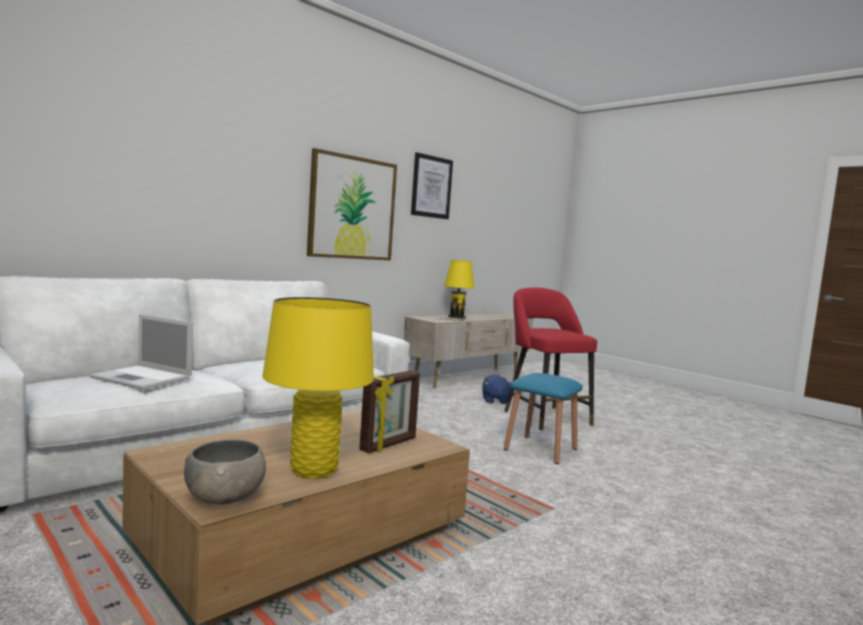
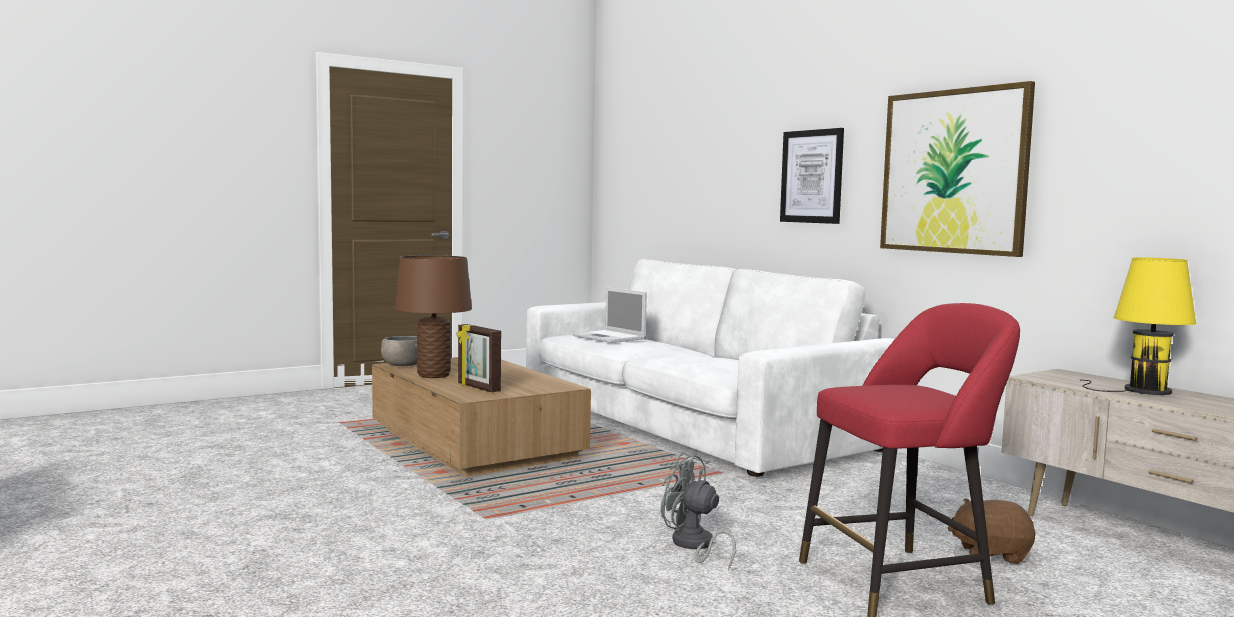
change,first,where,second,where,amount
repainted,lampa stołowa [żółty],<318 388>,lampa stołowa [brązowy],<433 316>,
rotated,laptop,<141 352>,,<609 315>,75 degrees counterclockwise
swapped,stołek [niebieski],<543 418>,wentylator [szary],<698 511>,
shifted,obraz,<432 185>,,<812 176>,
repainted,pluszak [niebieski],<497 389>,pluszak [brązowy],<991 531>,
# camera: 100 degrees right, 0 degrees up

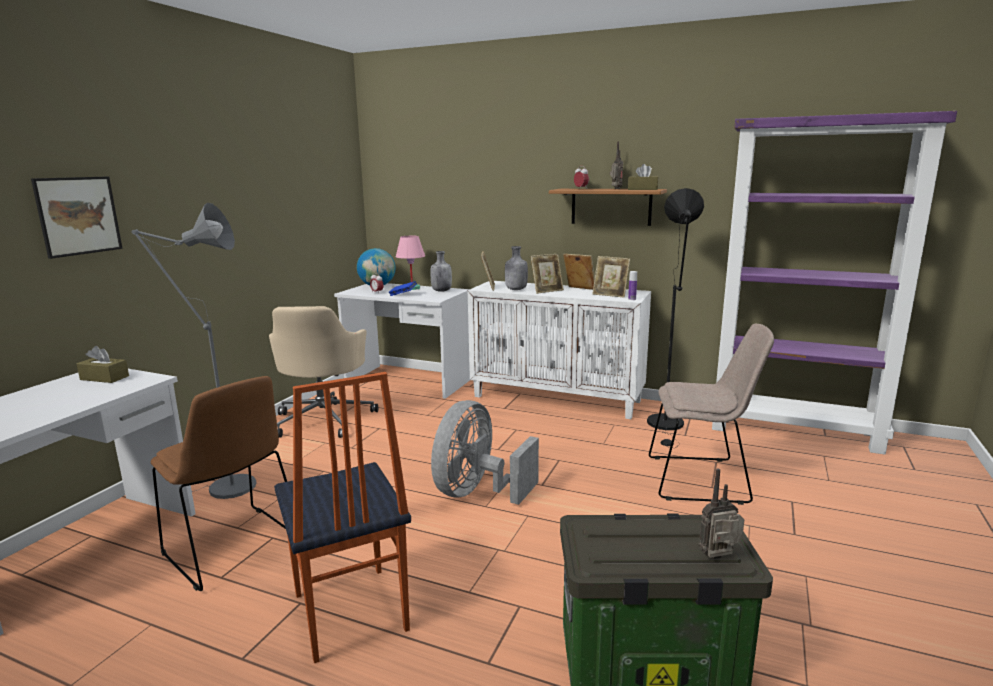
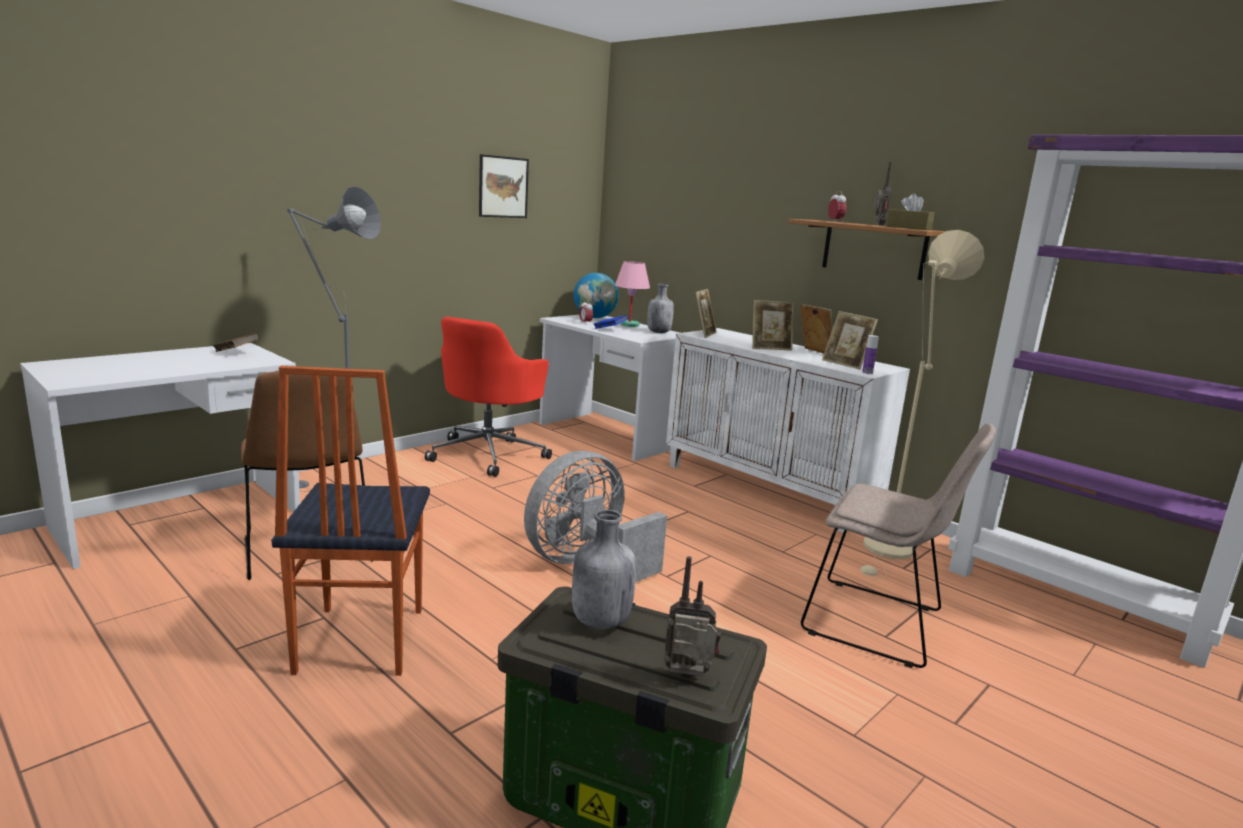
change,first,where,second,where,amount
swapped,pudełko chusteczek [brązowy],<103 364>,książka [brązowy],<236 342>,
repainted,krzesło biurowe [beżowy],<323 372>,krzesło biurowe [czerwony],<488 397>,
shifted,obraz,<76 217>,,<504 186>,
shifted,butelka [szary],<516 268>,,<604 569>,
repainted,lampa stojąca [czarny],<675 318>,lampa stojąca [beżowy],<922 404>,
# camera: 20 degrees right, 0 degrees up

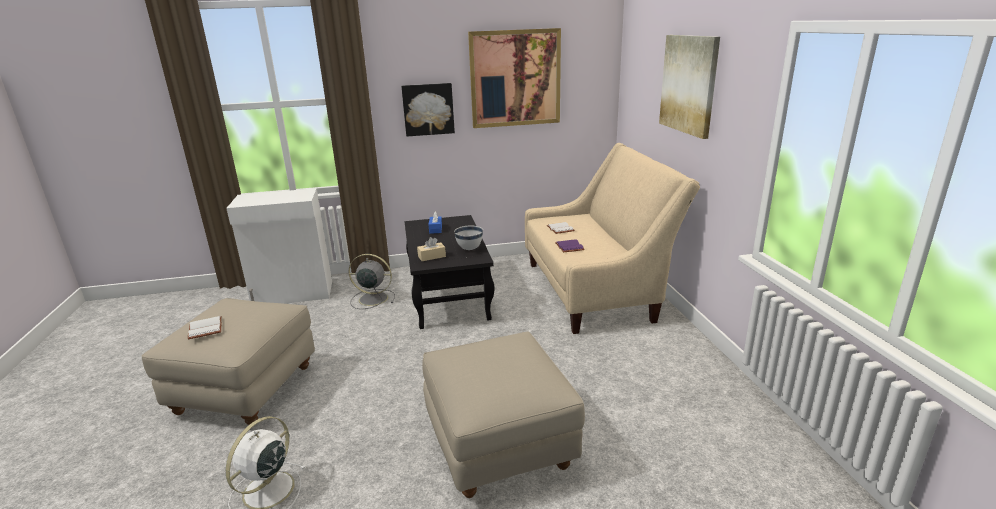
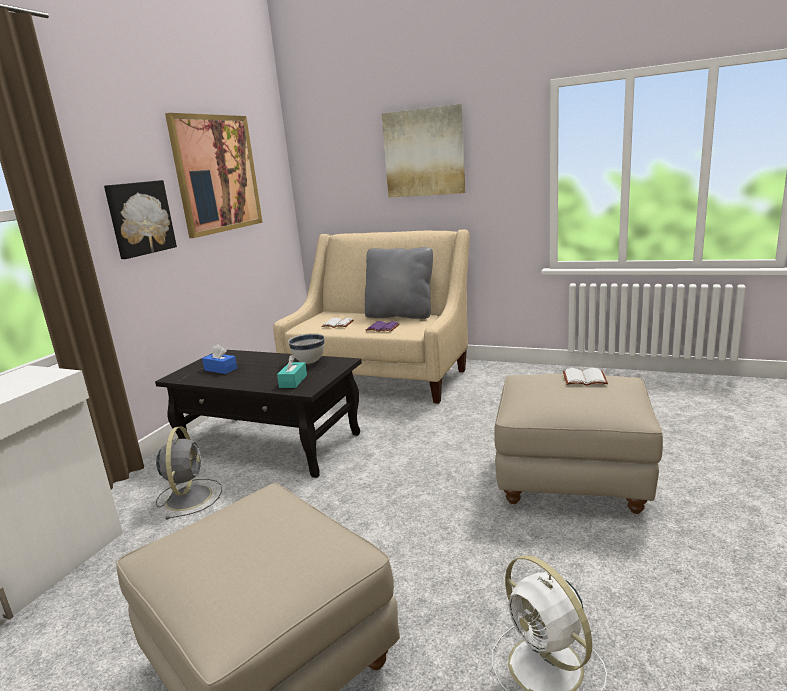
change,first,where,second,where,amount
rotated,wentylator [szary],<372 281>,,<189 473>,135 degrees clockwise
repainted,pudełko chusteczek [beżowy],<431 249>,pudełko chusteczek [turkusowy],<292 371>,
new,,,poduszka [szary],<399 283>,
shifted,książka [biały],<205 328>,,<585 377>,
# camera: 55 degrees left, 5 degrees down

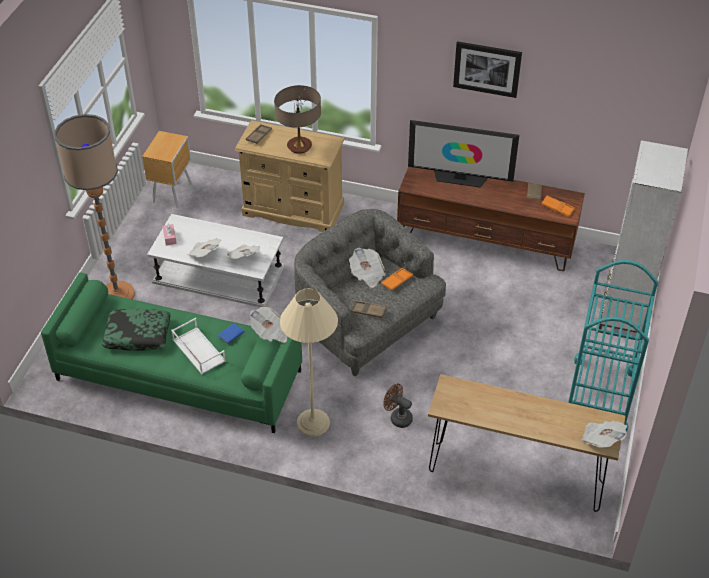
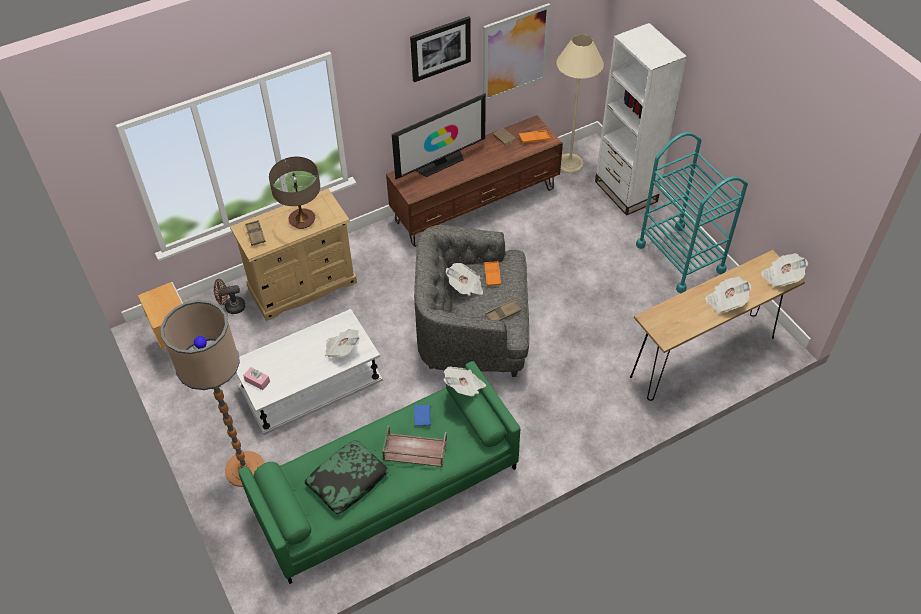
change,first,where,second,where,amount
shifted,wentylator [brązowy],<398 406>,,<229 296>,
repainted,taca [biały],<198 346>,taca [brązowy],<414 446>,
new,,,obraz,<516 52>,
shifted,lampa stojąca [beżowy],<309 362>,,<580 103>,
shifted,gazeta,<205 247>,,<728 295>,
# camera: 45 degrees left, 5 degrees up

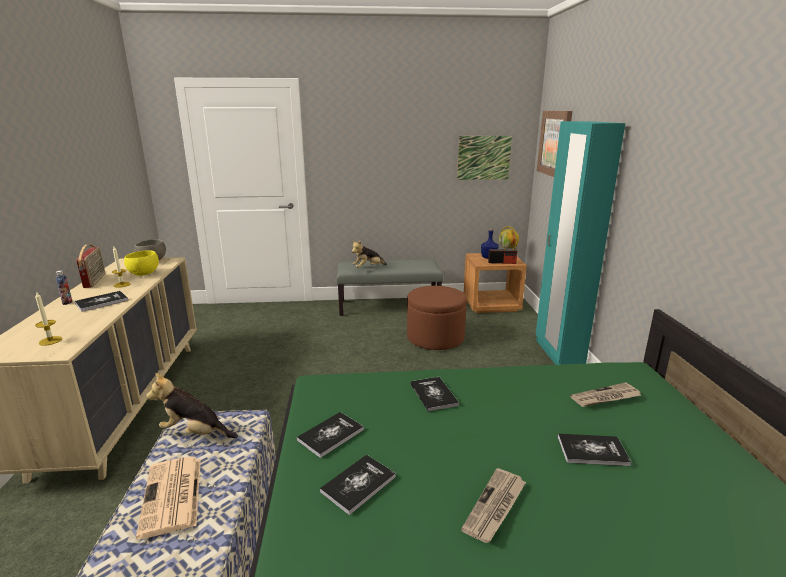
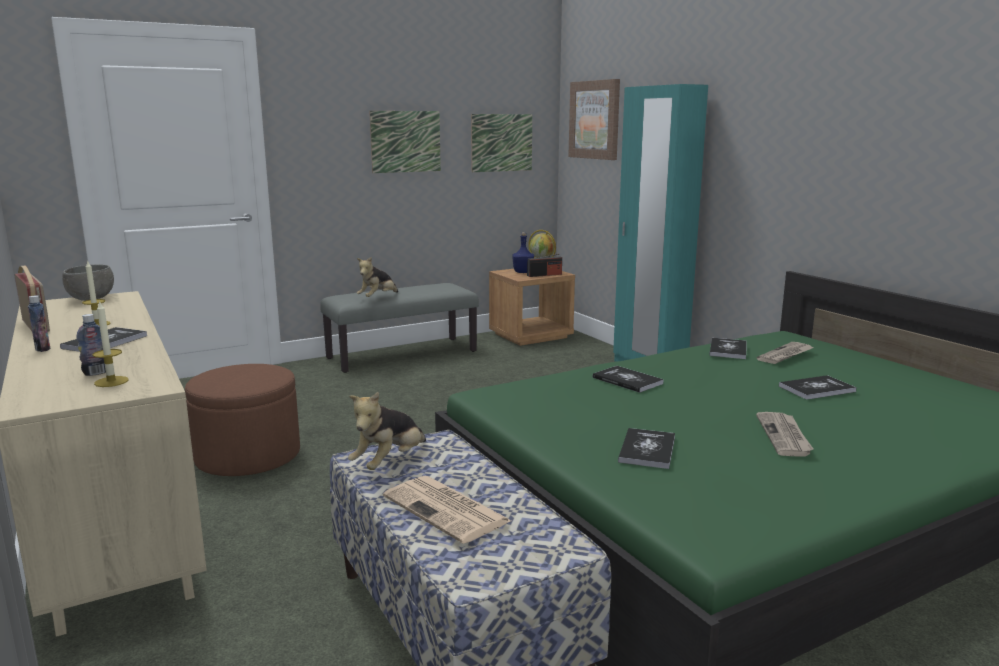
change,first,where,second,where,amount
new,,,butelka,<91 345>,
shifted,pufa [brązowy],<437 318>,,<242 420>,
rotated,pluszak,<192 405>,,<387 431>,45 degrees counterclockwise
new,,,obraz,<405 142>,
shifted,książka,<330 435>,,<727 348>,
gone,miska [żółty],<141 263>,,,
# camera: 25 degrees left, 5 degrees down

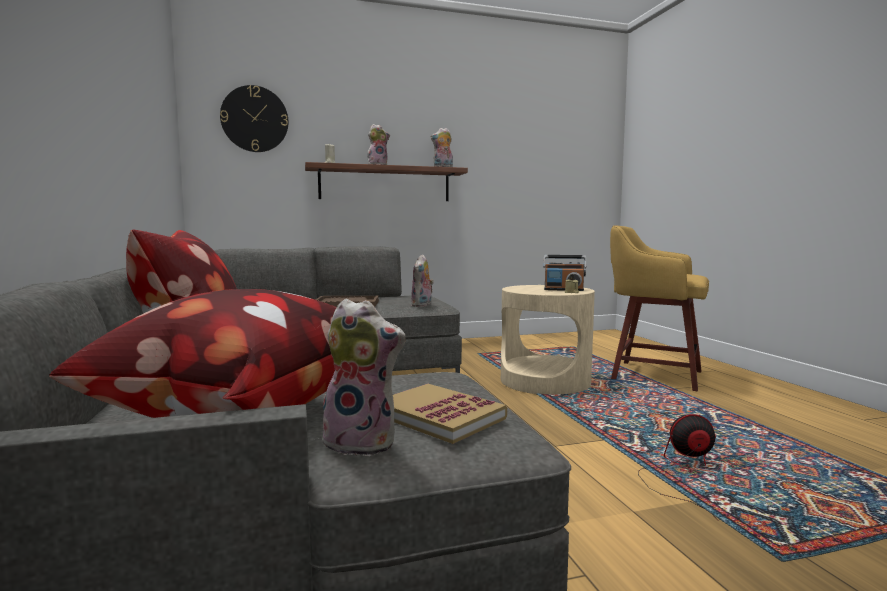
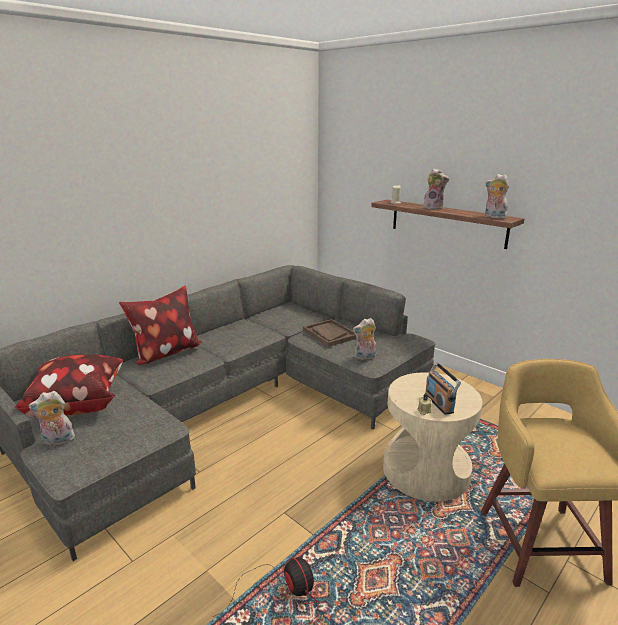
change,first,where,second,where,amount
rotated,pluszak,<359 377>,,<52 418>,90 degrees clockwise
gone,zegar ścienny,<254 118>,,,
gone,książka,<450 414>,,,
# camera: 60 degrees right, 15 degrees up

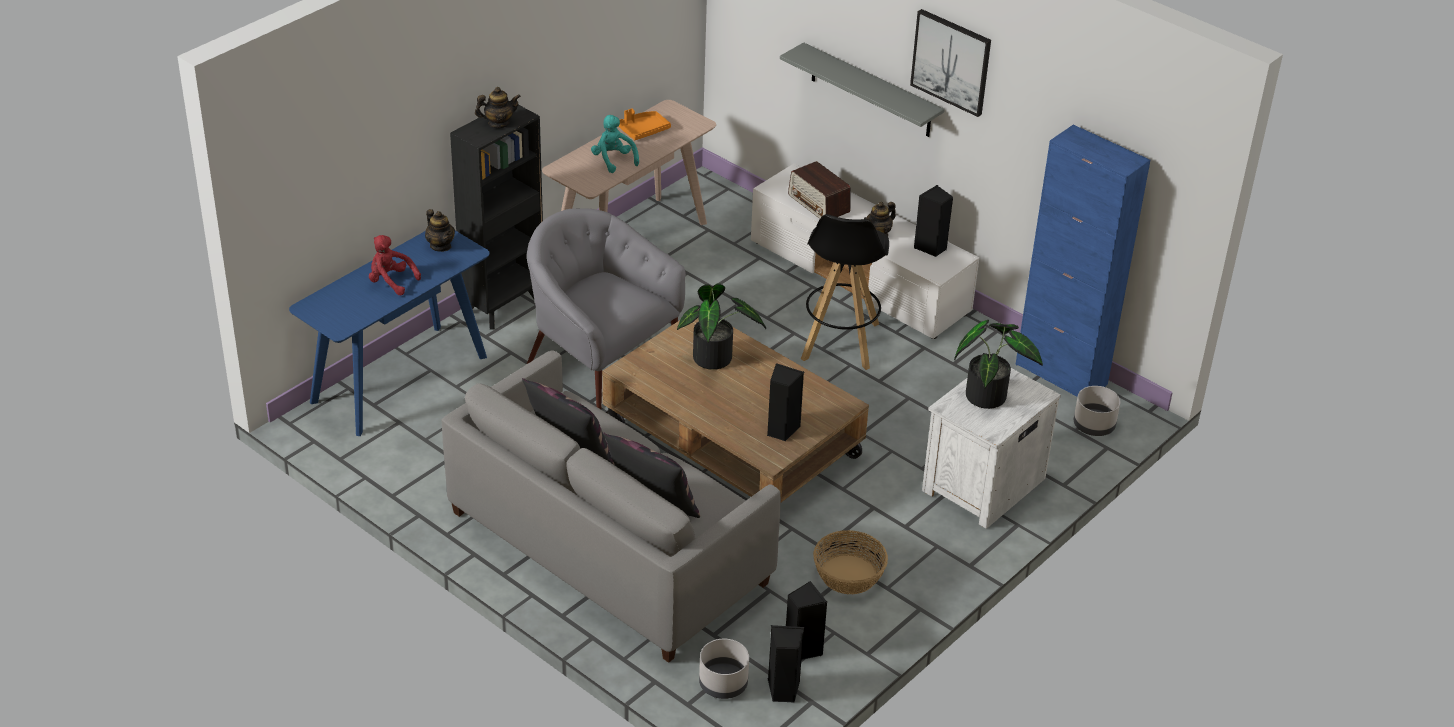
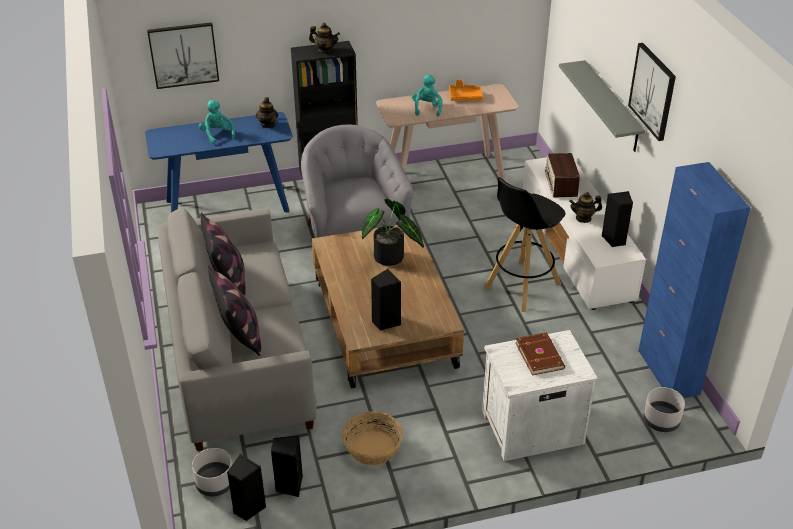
change,first,where,second,where,amount
new,,,obraz,<183 55>,
repainted,pluszak [czerwony],<395 265>,pluszak [turkusowy],<217 122>,
swapped,roślina doniczkowa,<998 364>,książka [brązowy],<540 353>,
# camera: 35 degrees right, 0 degrees up

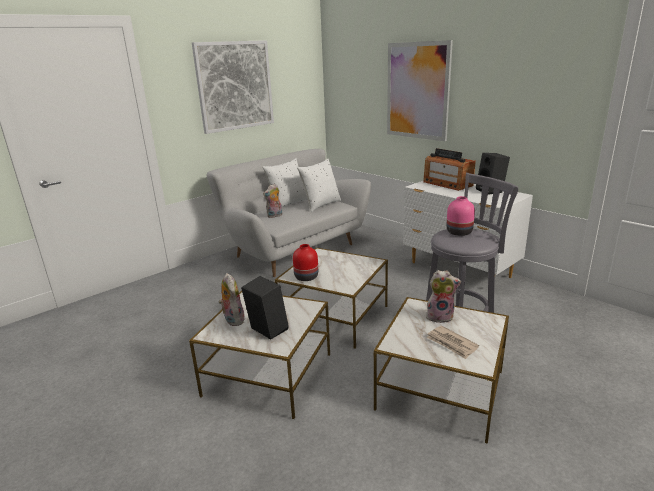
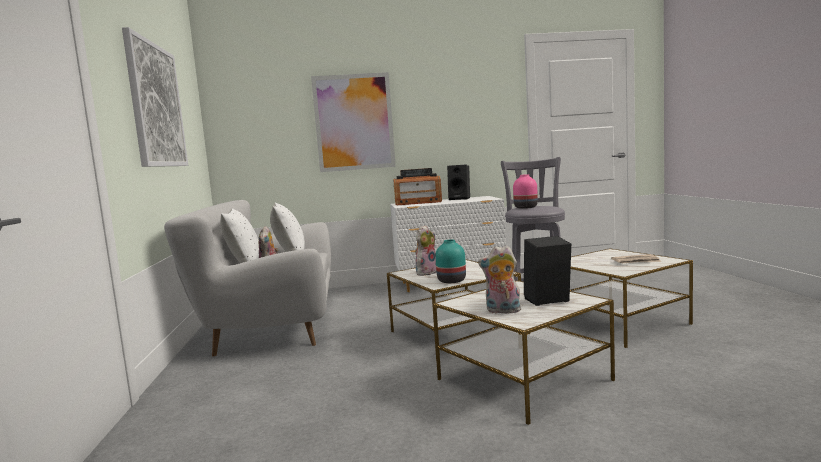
change,first,where,second,where,amount
shifted,pluszak,<443 296>,,<426 250>,
repainted,wazon [czerwony],<305 262>,wazon [turkusowy],<450 261>,
# camera: 55 degrees left, 15 degrees down

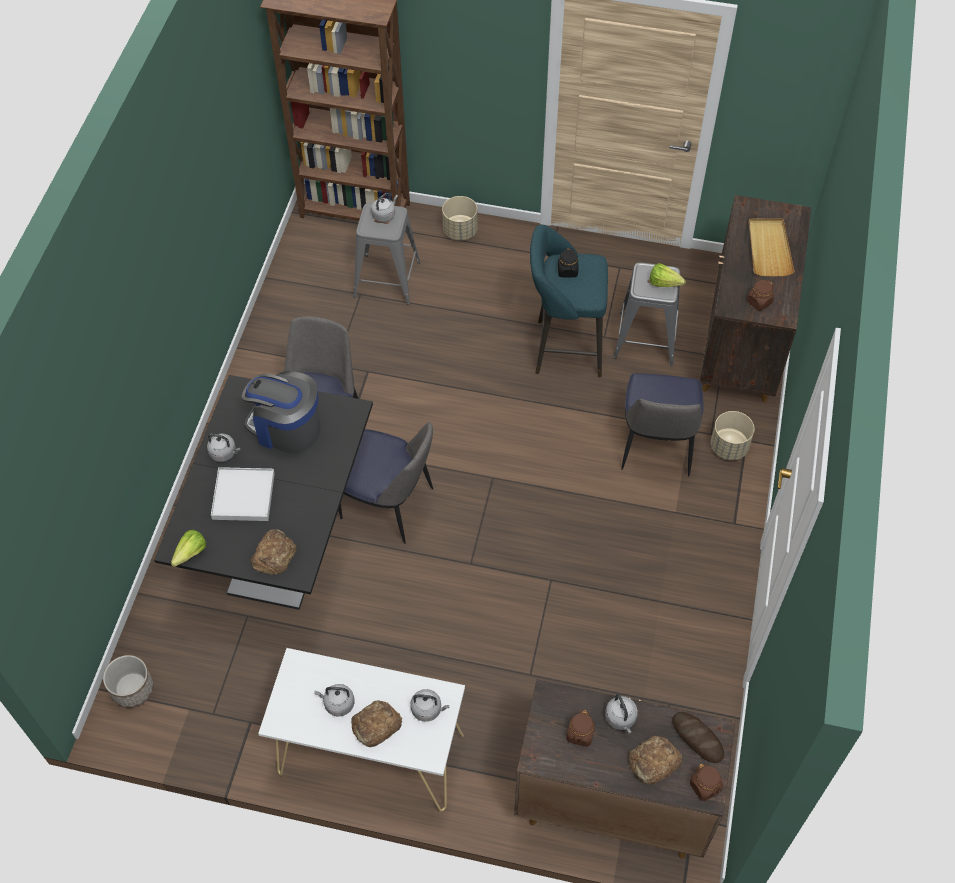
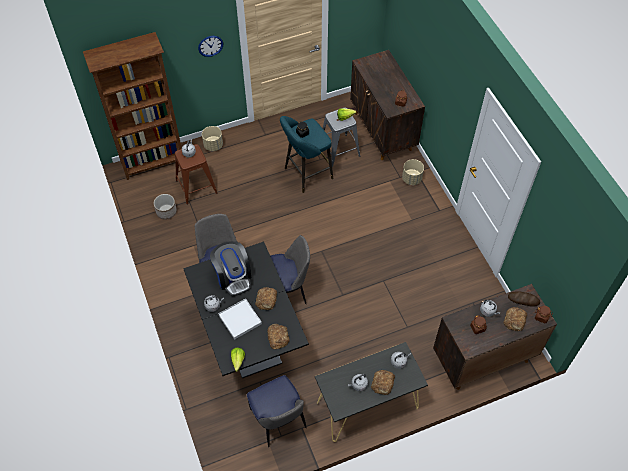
change,first,where,second,where,amount
shifted,donica,<128 681>,,<165 207>,
repainted,stołek [szary],<386 254>,stołek [brązowy],<196 174>,
new,,,zegar ścienny,<210 46>,
rotated,ekspres do kawy,<281 412>,,<230 268>,105 degrees counterclockwise
shifted,krzesło,<662 424>,,<277 411>,
new,,,chleb,<266 298>,
repainted,stolik konsolowy [biały],<361 729>,stolik konsolowy [czarny],<371 392>,
gone,taca [beżowy],<772 247>,,,
# camera: 35 degrees left, 0 degrees up

